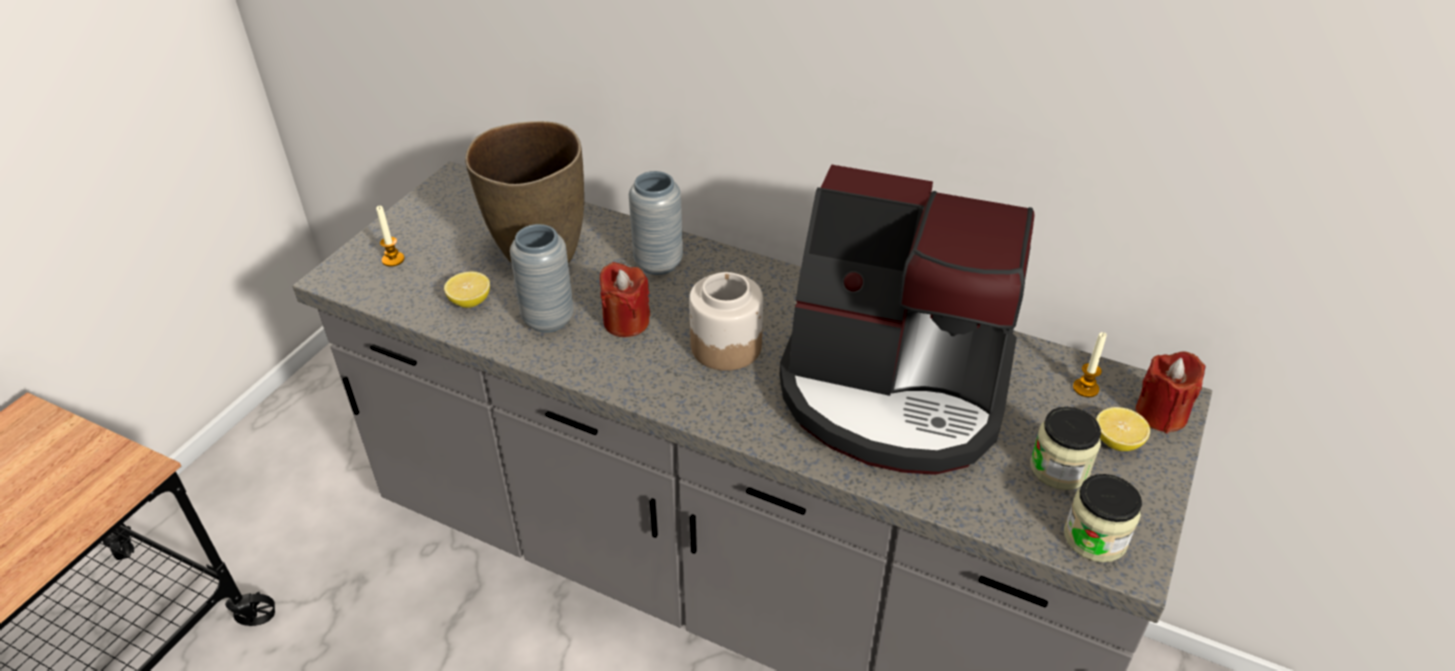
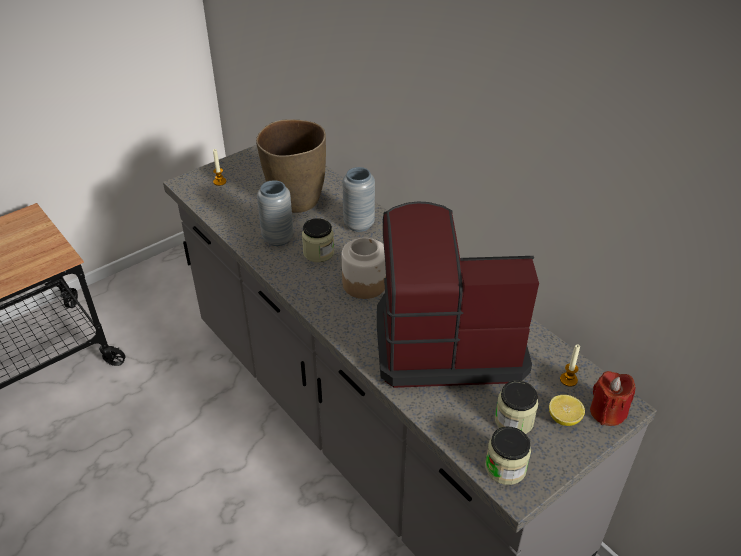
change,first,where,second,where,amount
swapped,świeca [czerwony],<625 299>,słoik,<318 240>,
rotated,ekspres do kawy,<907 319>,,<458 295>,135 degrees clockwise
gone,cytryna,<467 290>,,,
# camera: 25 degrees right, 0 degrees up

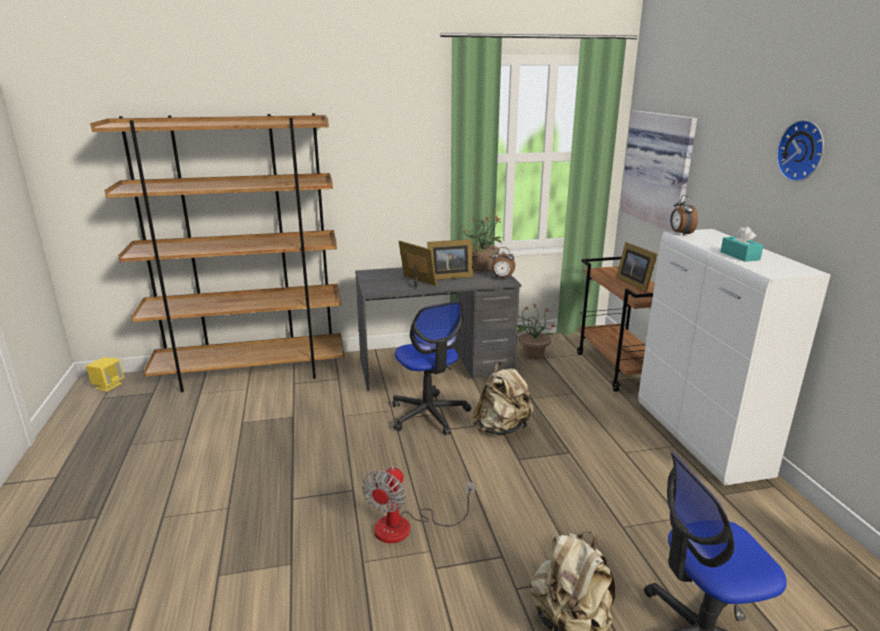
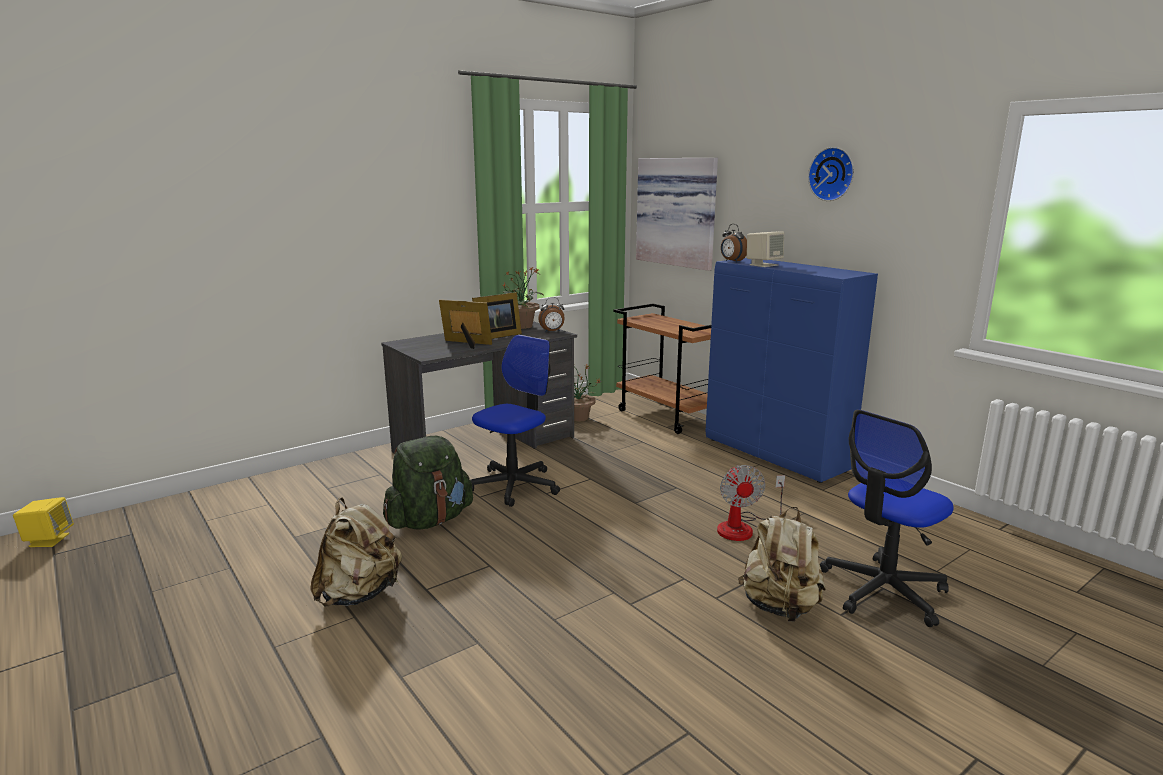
change,first,where,second,where,amount
shifted,plecak [beżowy],<503 398>,,<356 552>,
new,,,plecak [zielony],<428 482>,
rotated,krzesło biurowe,<432 368>,,<515 421>,90 degrees counterclockwise
repainted,szafka [biały],<734 357>,szafka [niebieski],<792 370>,
shifted,wentylator,<418 505>,,<751 503>,
new,,,głośnik [beżowy],<765 249>,
gone,regał [brązowy],<217 252>,,,
gone,ramka na zdjęcie,<637 267>,,,
gone,pudełko chusteczek [turkusowy],<742 244>,,,
# camera: 25 degrees left, 5 degrees down

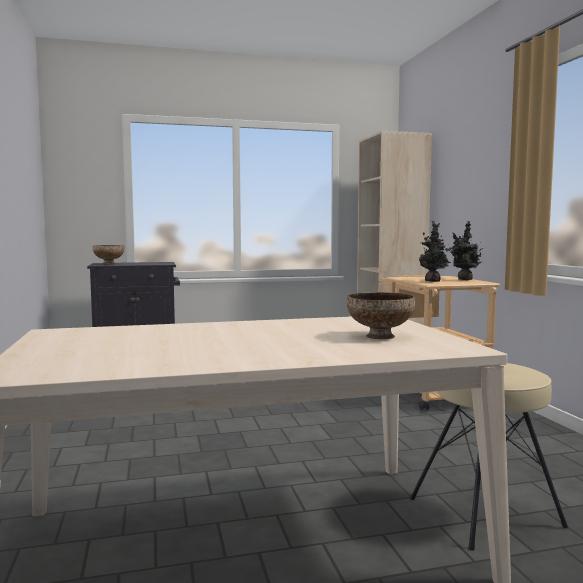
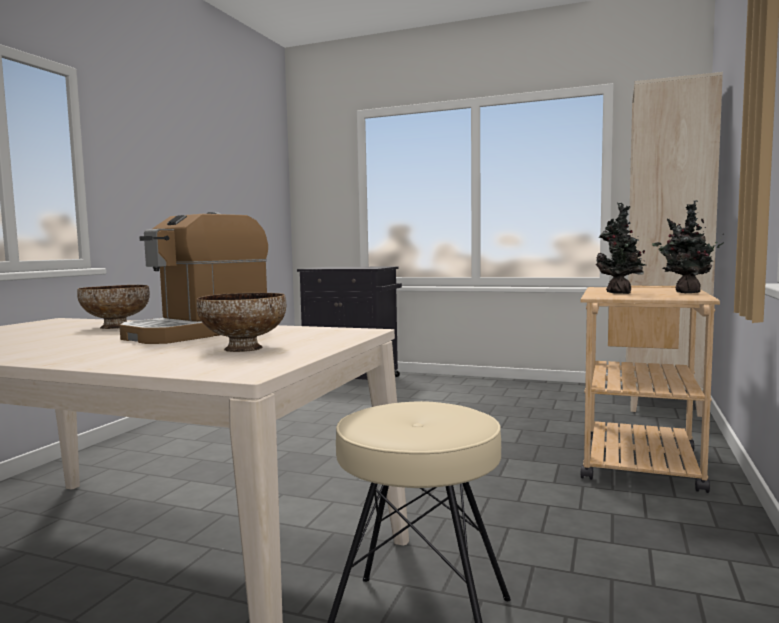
change,first,where,second,where,amount
shifted,miska,<108 254>,,<113 307>,
new,,,ekspres do kawy,<193 278>,
# camera: 35 degrees right, 0 degrees up

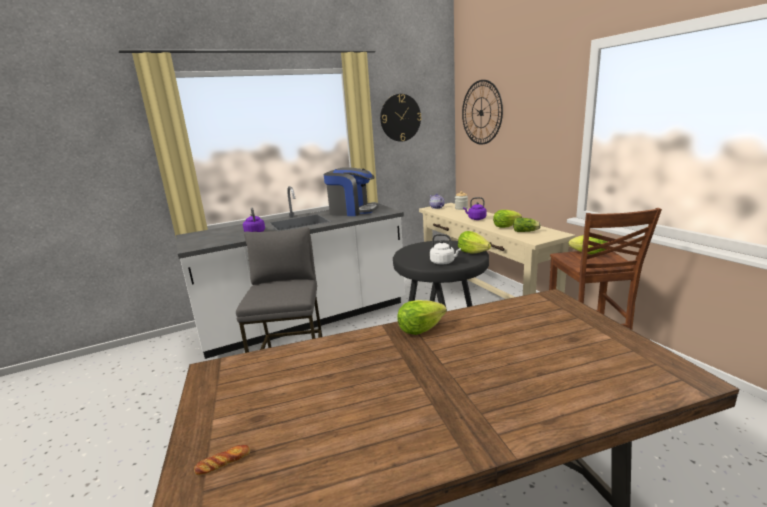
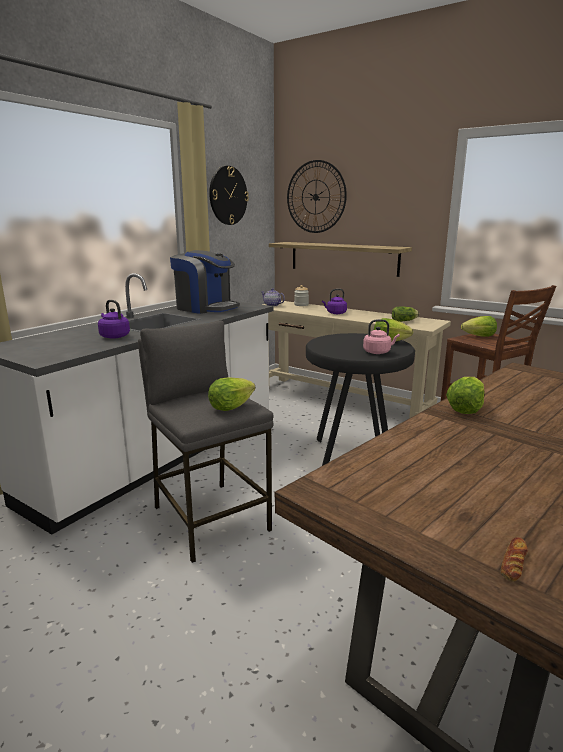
change,first,where,second,where,amount
rotated,ekspres do kawy,<351 192>,,<205 282>,45 degrees clockwise
shifted,sałata,<507 219>,,<231 394>,
new,,,półka,<340 259>,
repainted,czajnik [biały],<445 249>,czajnik [różowy],<381 336>,
# camera: 30 degrees left, 0 degrees up

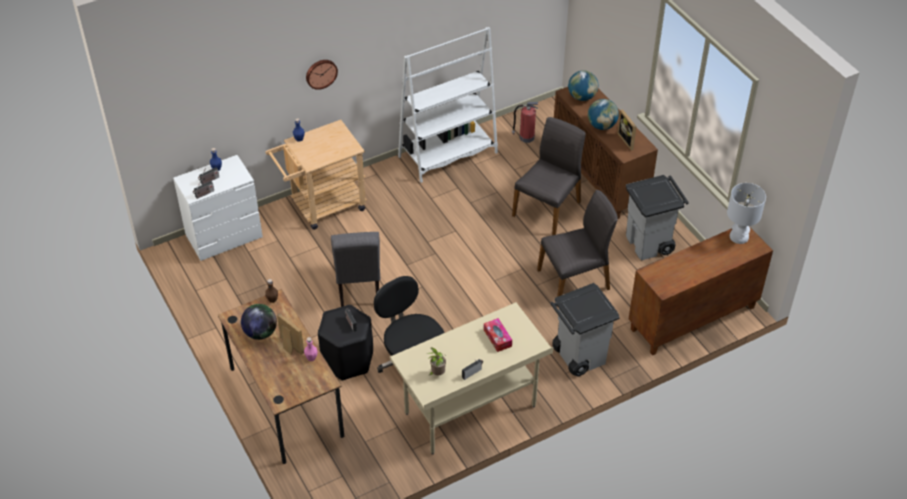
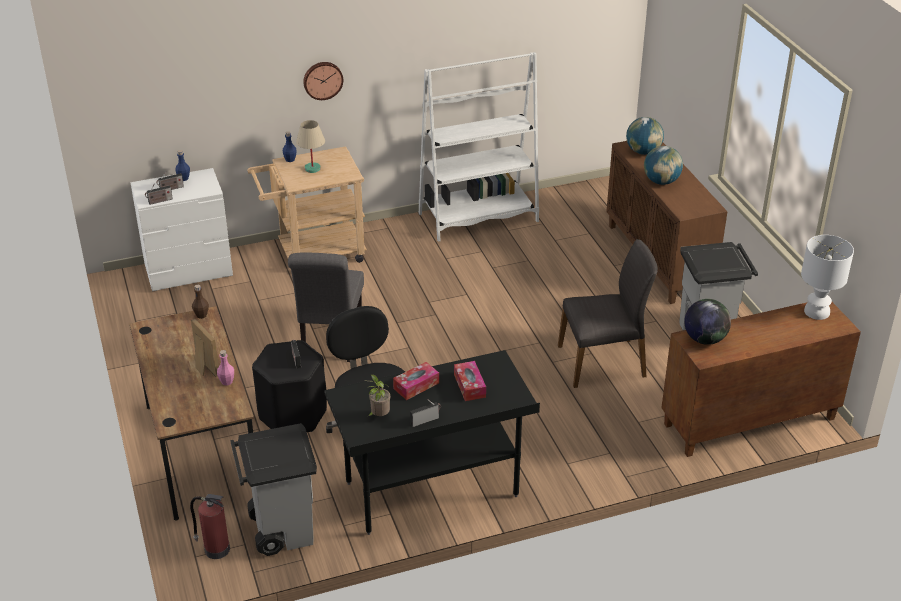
change,first,where,second,where,amount
shifted,gaśnica,<525 122>,,<210 526>,
shifted,kosz na śmieci [szary],<585 330>,,<273 489>,
new,,,lampa stołowa [beżowy],<310 146>,
repainted,biurko [beżowy],<471 378>,biurko [czarny],<432 442>,
new,,,pudełko chusteczek,<416 381>,
shifted,globus,<259 322>,,<707 322>,
gone,krzesło [szary],<549 176>,,,
gone,ramka na zdjęcie,<627 129>,,,
# camera: 10 degrees right, 10 degrees down

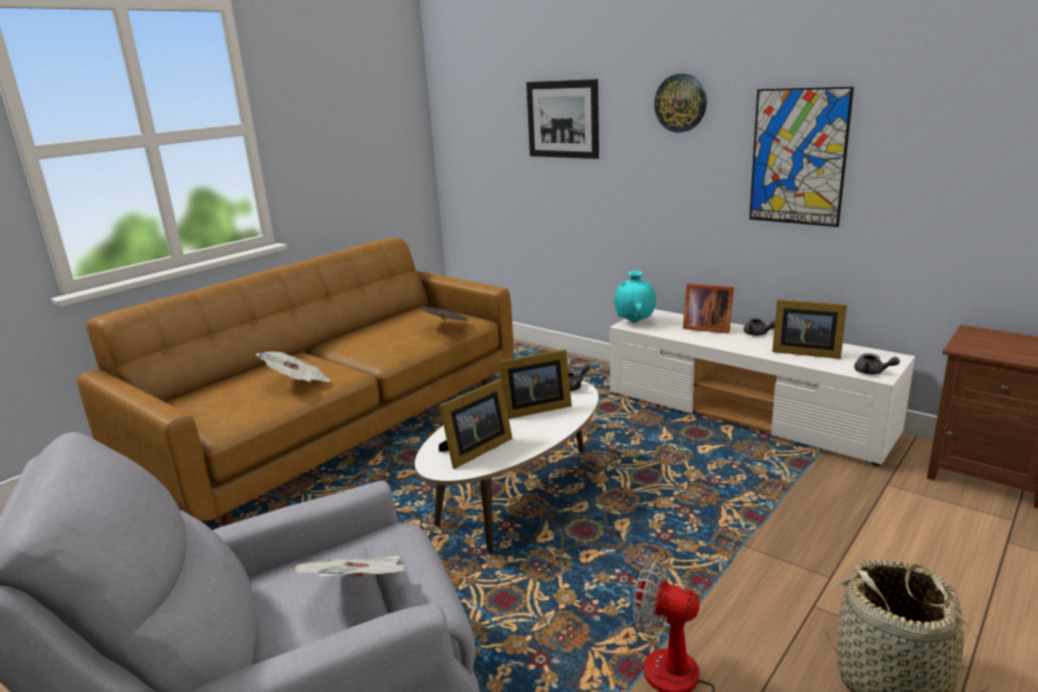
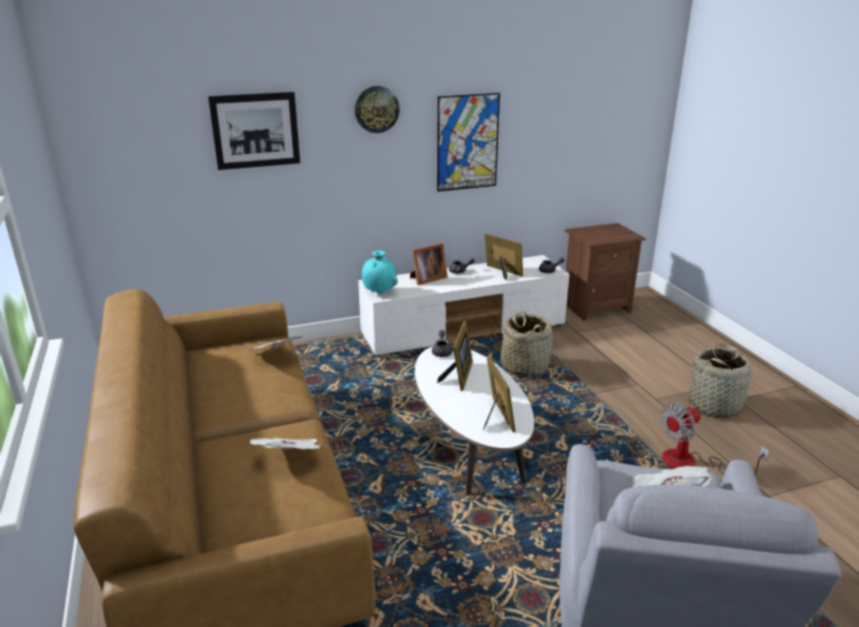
change,first,where,second,where,amount
rotated,ramka na zdjęcie,<809 329>,,<504 257>,105 degrees counterclockwise
new,,,koszyk,<526 344>,
# camera: 60 degrees left, 5 degrees up

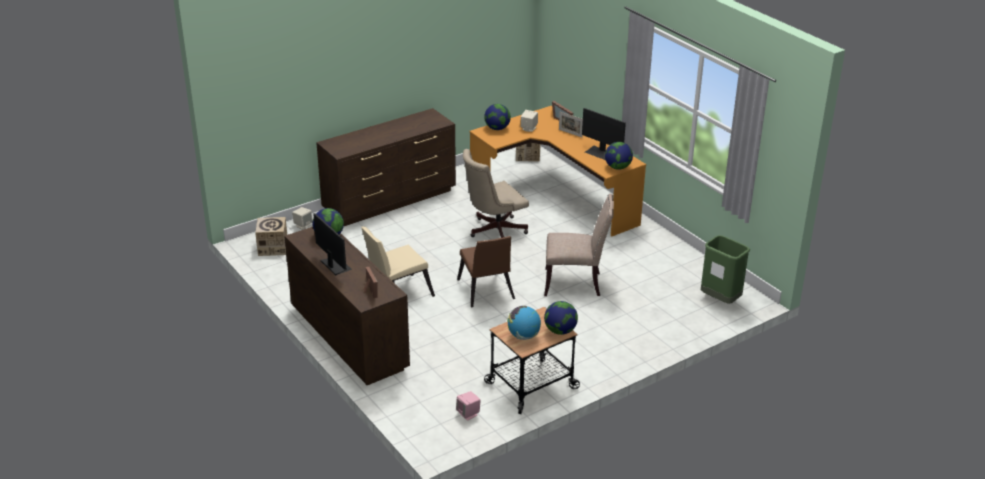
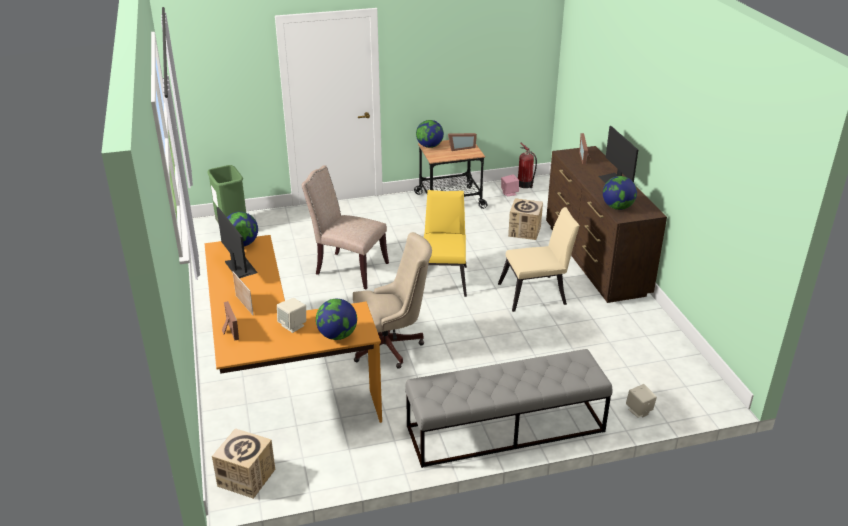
change,first,where,second,where,amount
swapped,komoda [brązowy],<386 167>,ławka [szary],<508 408>,
repainted,krzesło [brązowy],<486 272>,krzesło [żółty],<445 243>,
swapped,globus,<524 323>,ramka na zdjęcie,<462 142>,
shifted,karton,<271 236>,,<525 219>,
new,,,gaśnica,<527 165>,
# camera: 160 degrees left, 0 degrees up

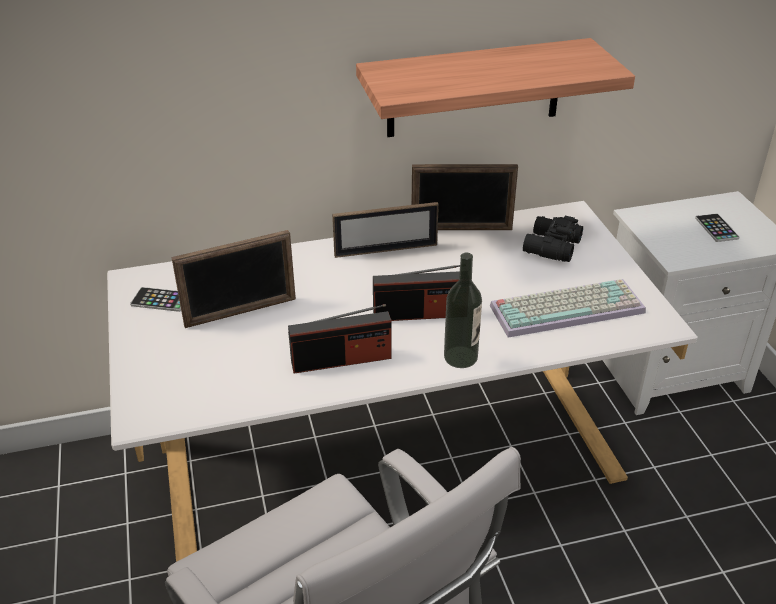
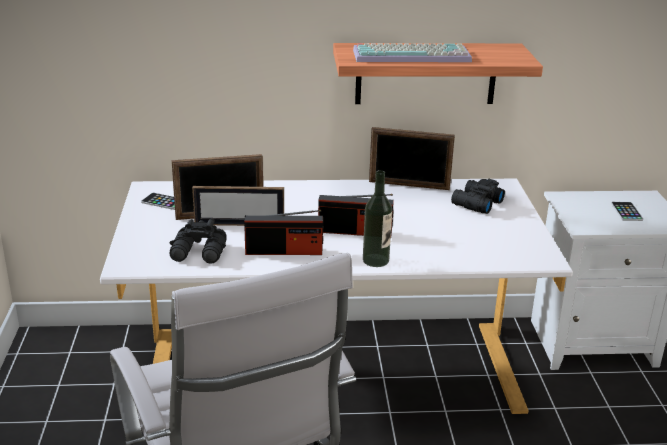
change,first,where,second,where,amount
new,,,lornetka [czarny],<198 241>,
shifted,ramka na zdjęcie,<385 230>,,<238 206>,
shifted,klawiatura,<568 308>,,<412 52>,
# camera: 10 degrees right, 10 degrees down

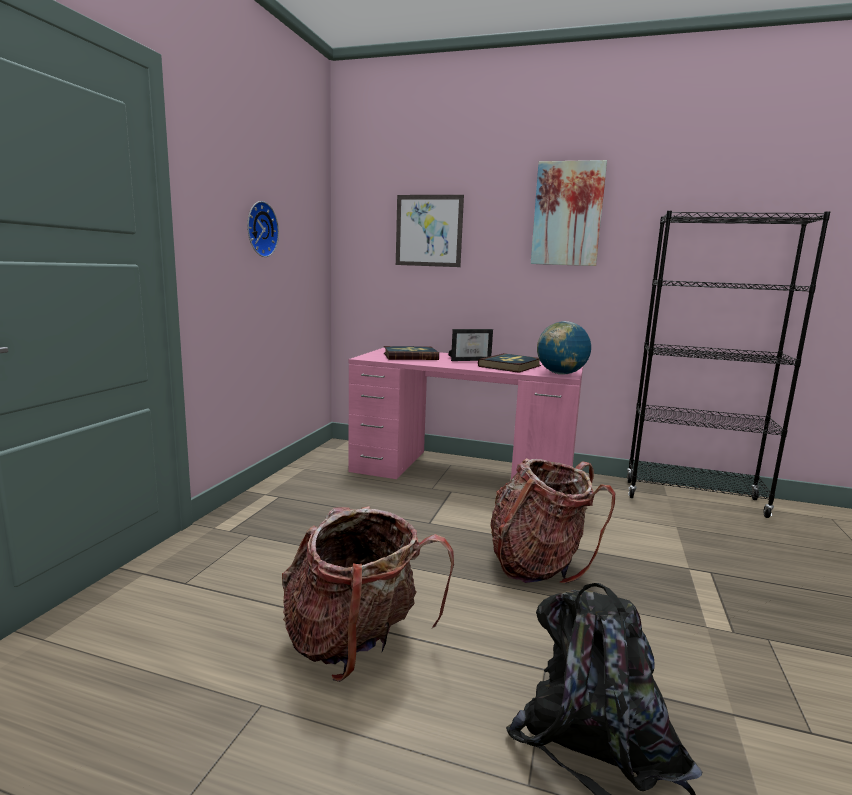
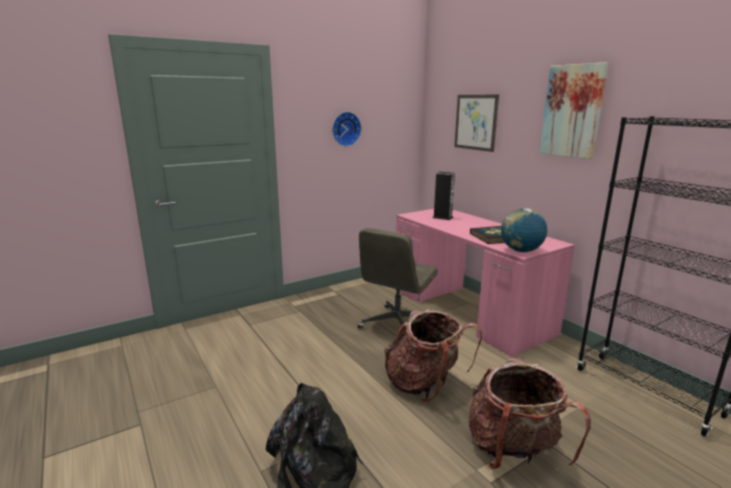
change,first,where,second,where,amount
new,,,krzesło biurowe [szary],<397 278>,
swapped,książka,<411 353>,głośnik,<444 195>,
shifted,plecak,<368 594>,,<529 413>,
gone,ramka na zdjęcie,<470 345>,,,
# camera: 40 degrees right, 5 degrees up

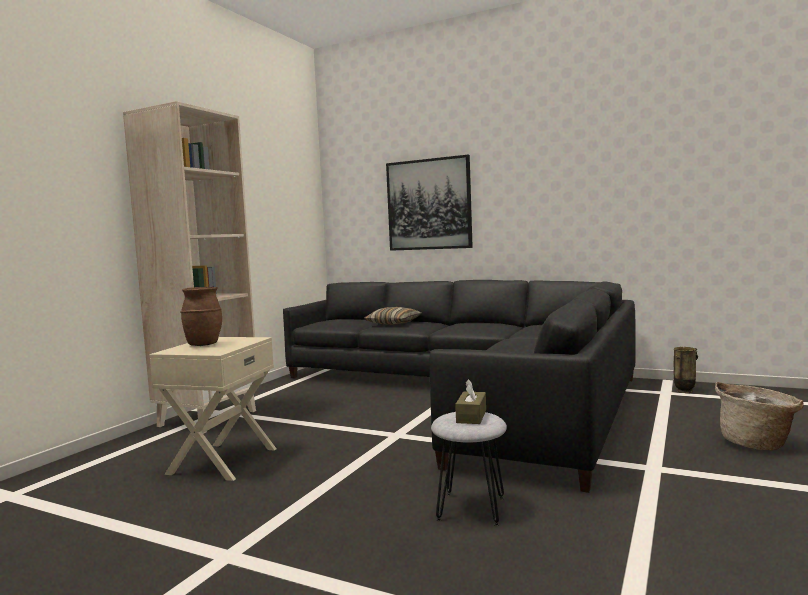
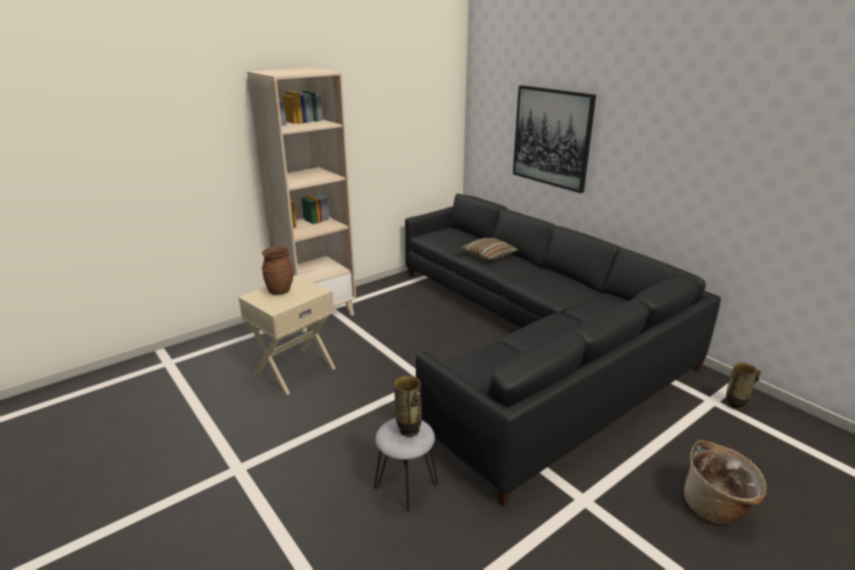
change,first,where,second,where,amount
swapped,pudełko chusteczek [brązowy],<470 401>,wazon,<408 406>,
# camera: 25 degrees right, 20 degrees up

